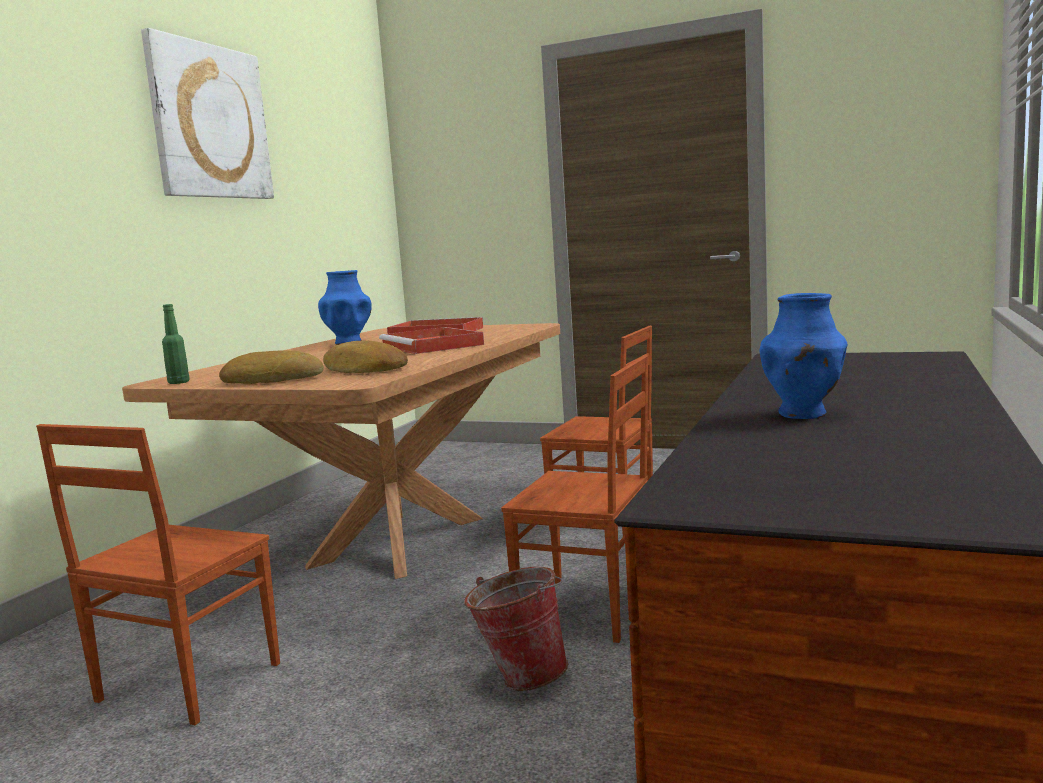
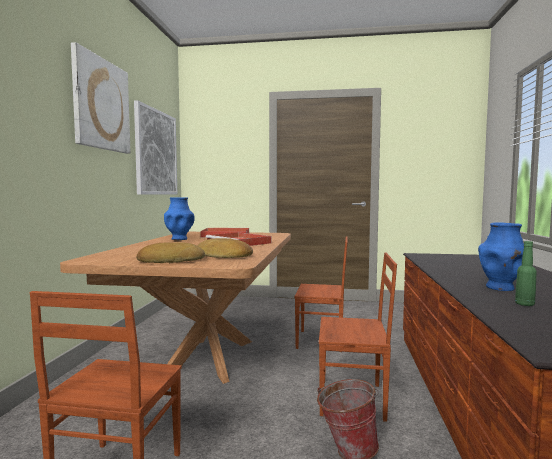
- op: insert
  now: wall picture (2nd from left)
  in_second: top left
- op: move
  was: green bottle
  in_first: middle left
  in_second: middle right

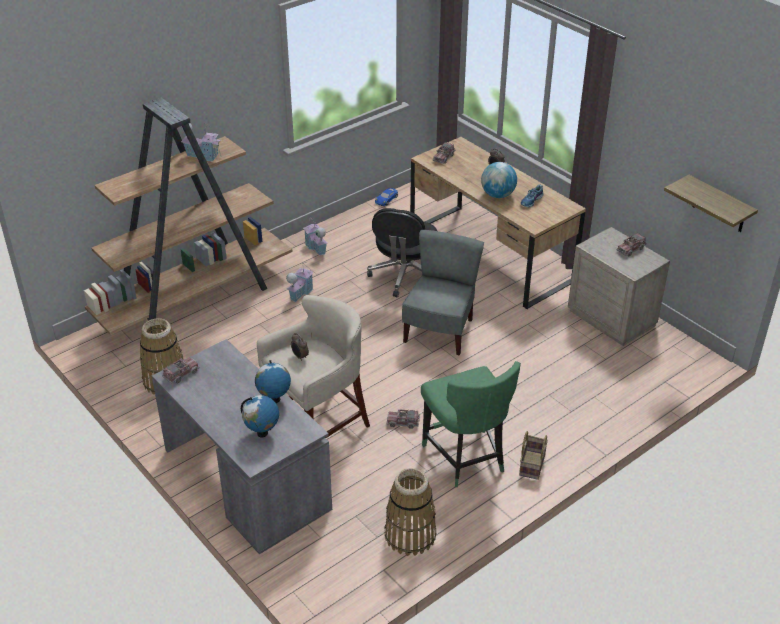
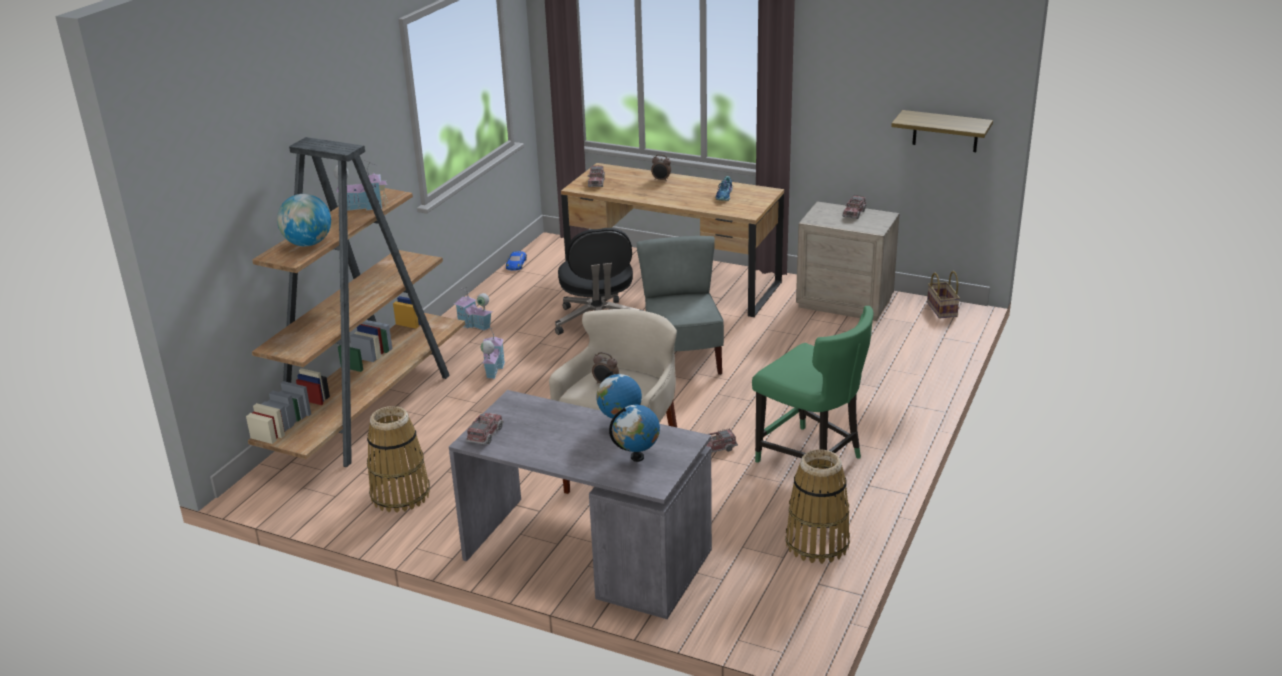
- op: move
  was: world globe (3rd from left in the first image)
  now: world globe (1st from left)
  in_first: top centre
  in_second: top left
- op: move
  was: household basket (3rd from left)
  in_first: bottom right
  in_second: middle right

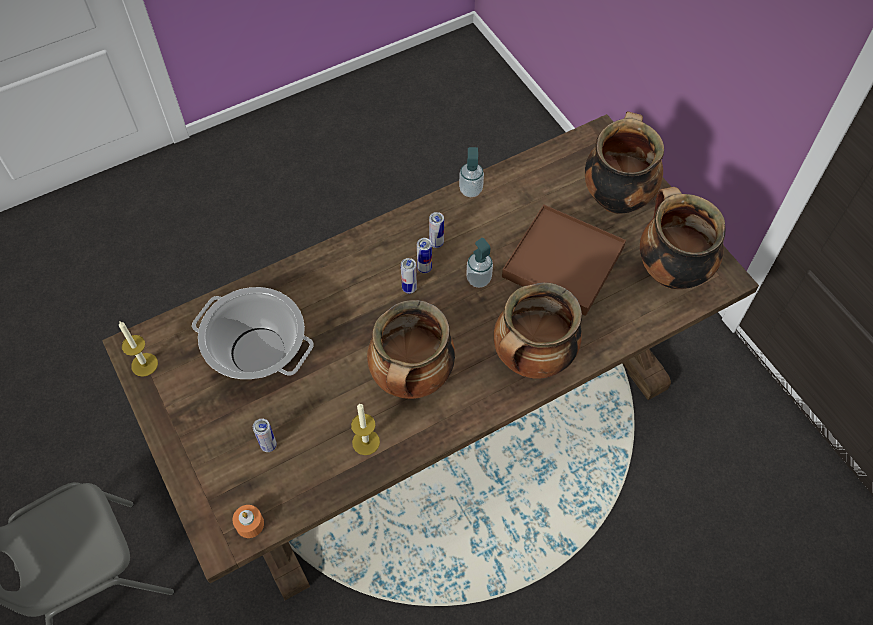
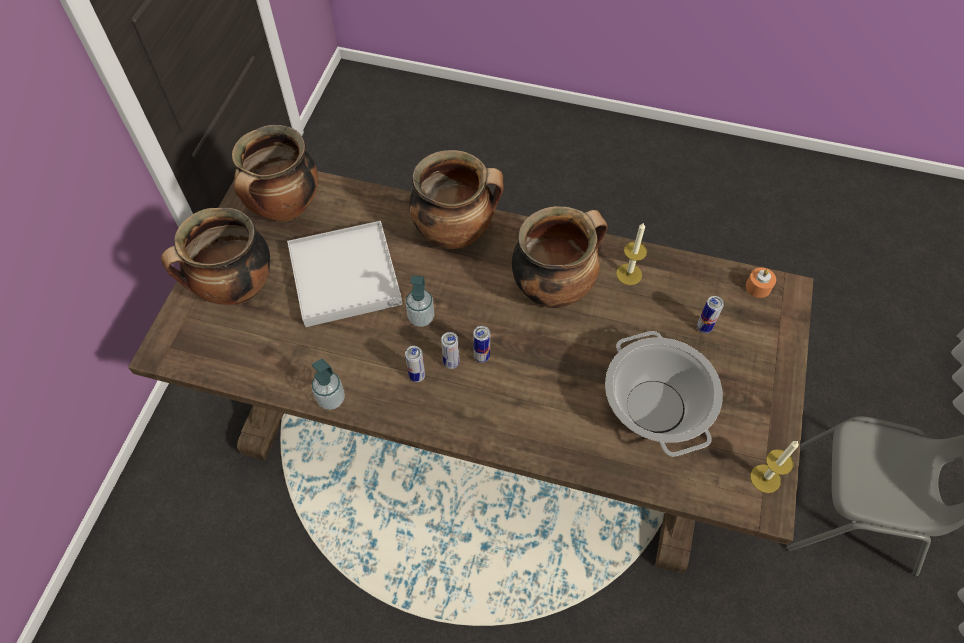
- op: recolor
  was: brown tray
  now: white tray
  in_first: centre
  in_second: centre

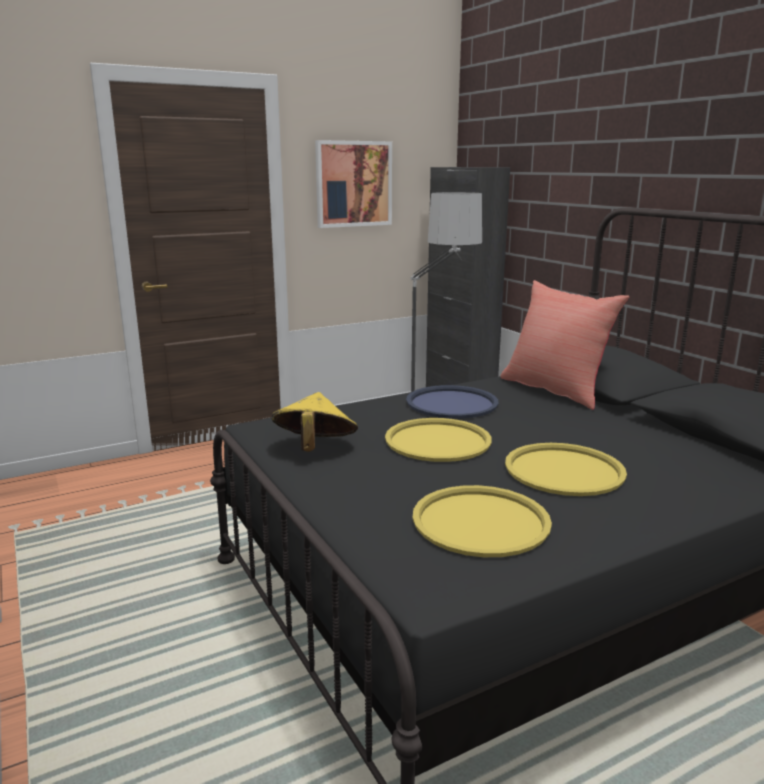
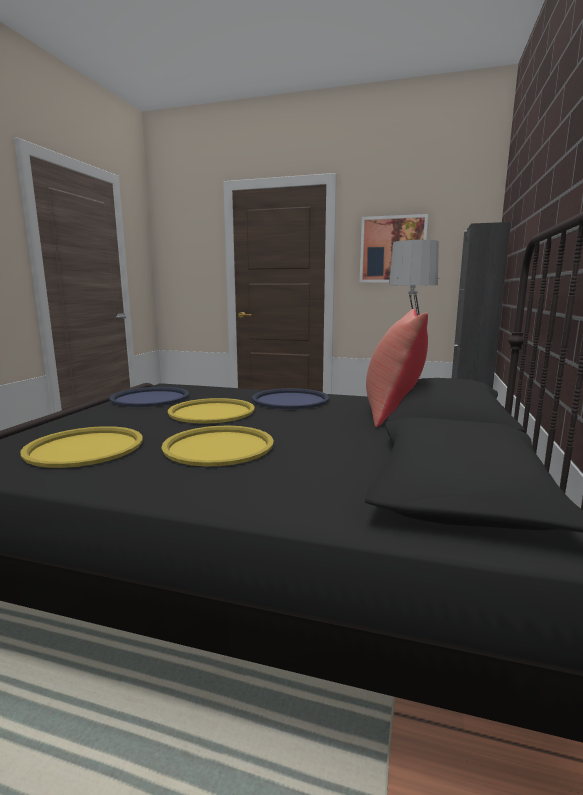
- op: replace
  was: yellow-coloured clothing hat
  now: blue tray (1st from left)
  in_first: centre
  in_second: middle left

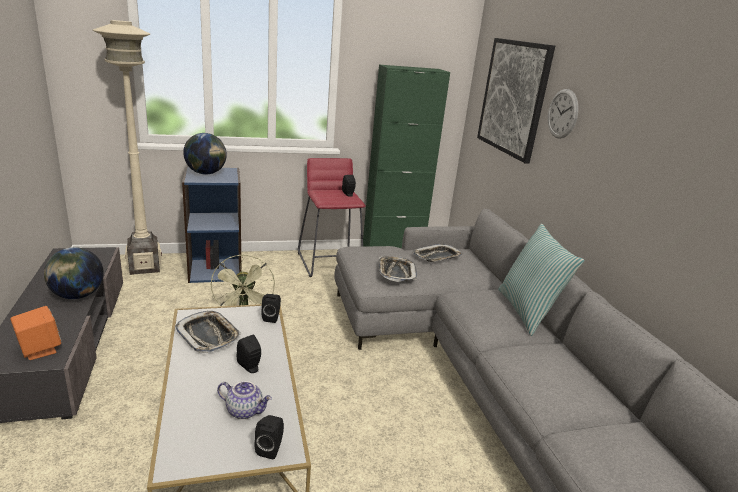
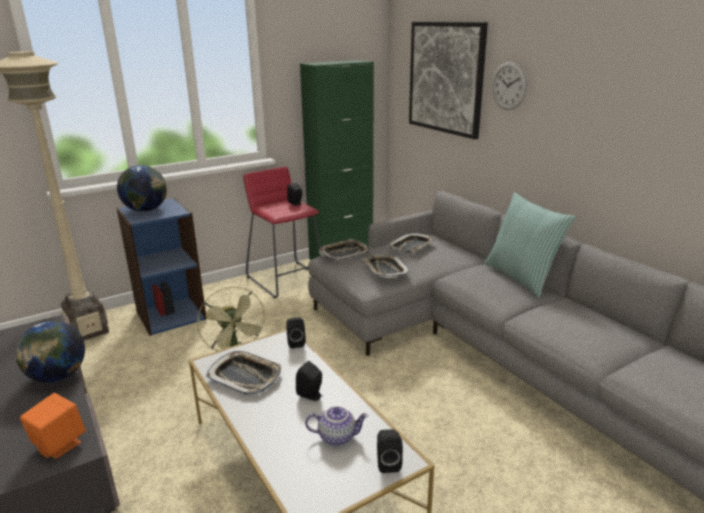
- op: insert
  now: tray (2nd from left)
  in_second: centre

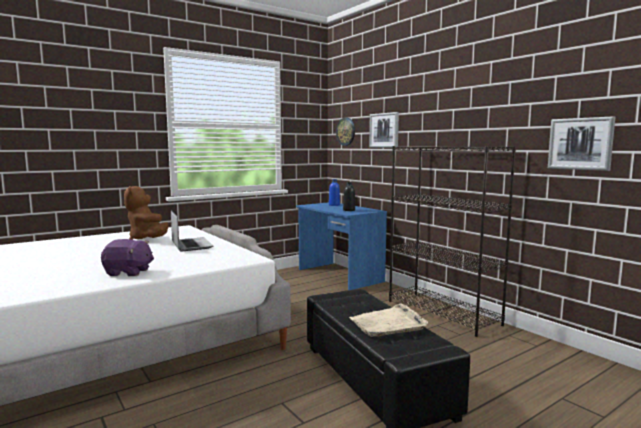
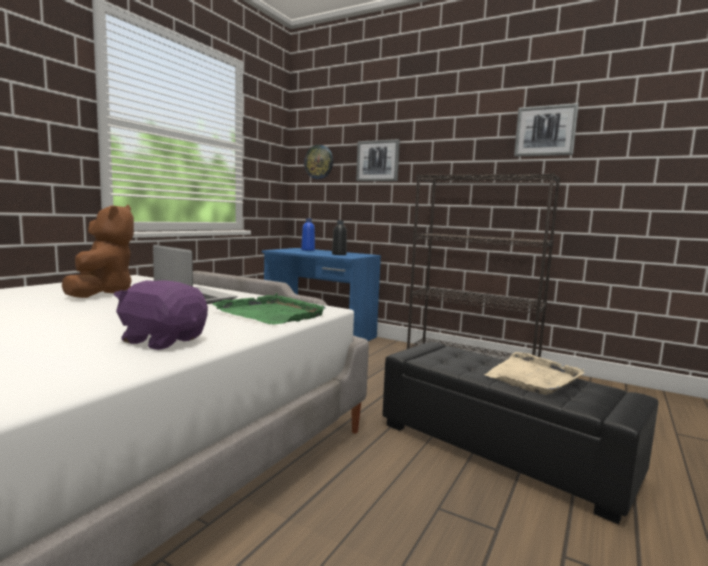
- op: insert
  now: green tray
  in_second: centre
- op: move
  was: wall picture (2nd from left)
  in_first: middle right
  in_second: top right
- op: rotate
  was: purple cuddly toy
  in_first: middle left
  in_second: middle left
  clockwise: -135
- op: rotate
  was: brown cuddly toy
  in_first: middle left
  in_second: middle left
  clockwise: -135

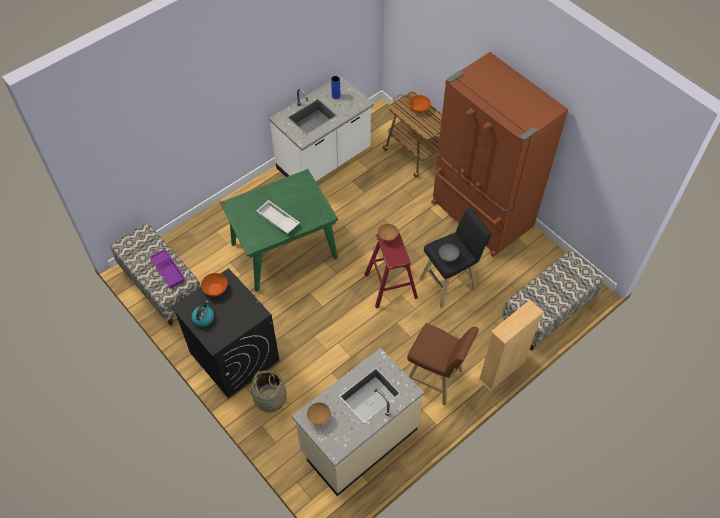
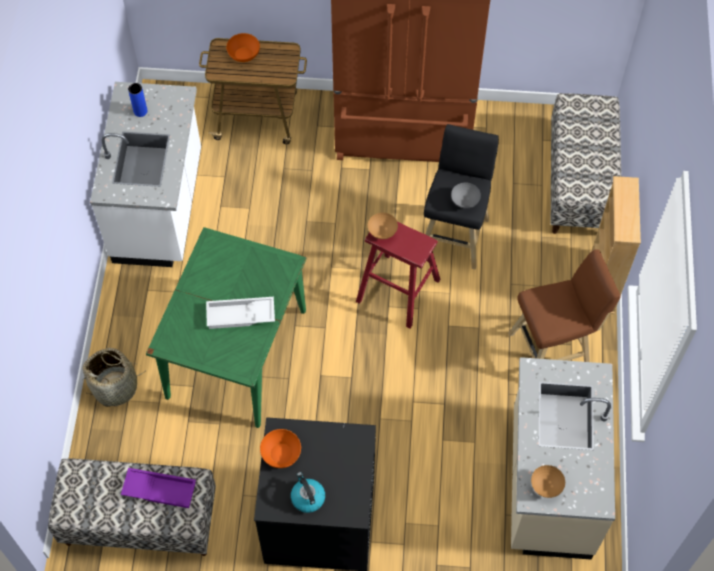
- op: move
  was: household basket
  in_first: bottom centre
  in_second: middle left

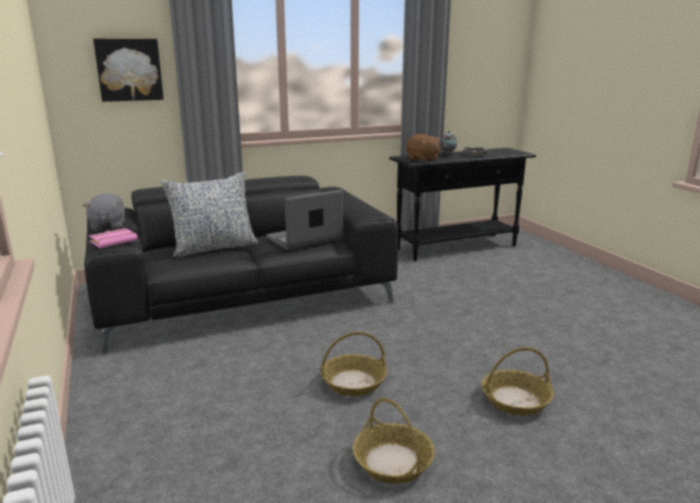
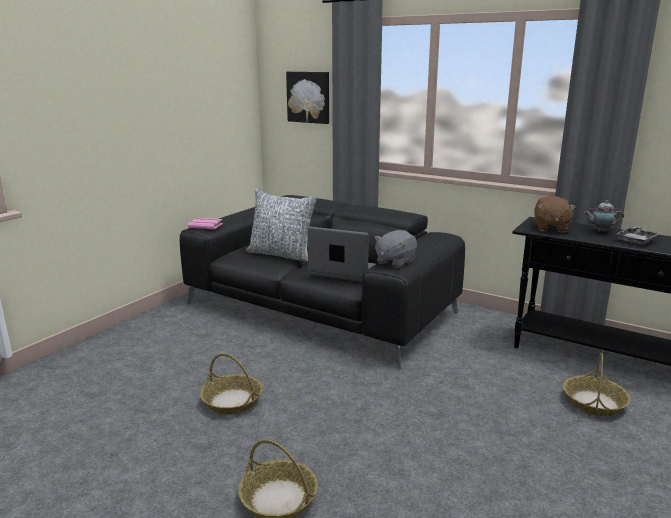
- op: move
  was: greyish cuddly toy
  in_first: middle left
  in_second: centre
- op: move
  was: household basket (2nd from left in the first image)
  now: household basket (3rd from left)
  in_first: bottom centre
  in_second: bottom right

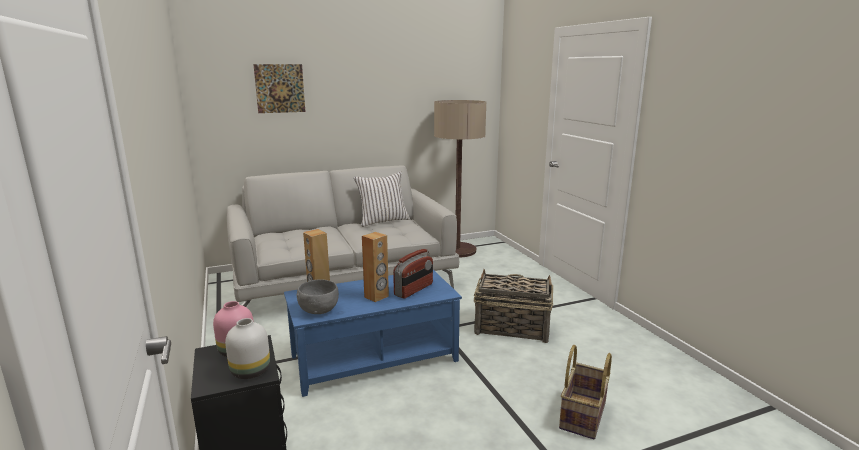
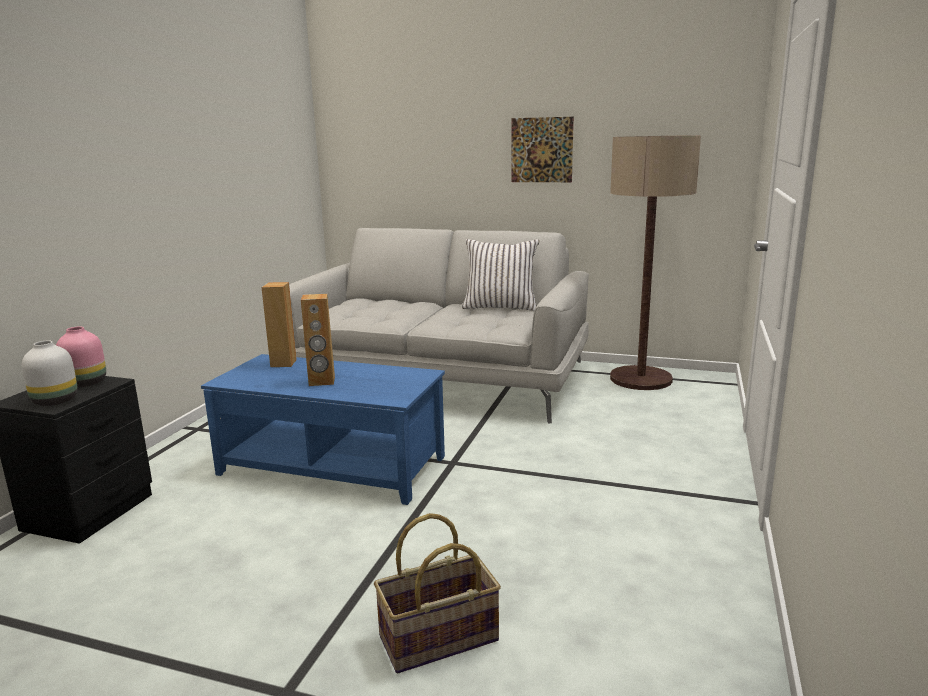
- op: delete
  was: greyish serving bowl
  in_first: centre
- op: delete
  was: radio receiver
  in_first: centre
- op: delete
  was: household basket (1st from left)
  in_first: bottom centre
- op: move
  was: wall picture
  in_first: top left
  in_second: top centre

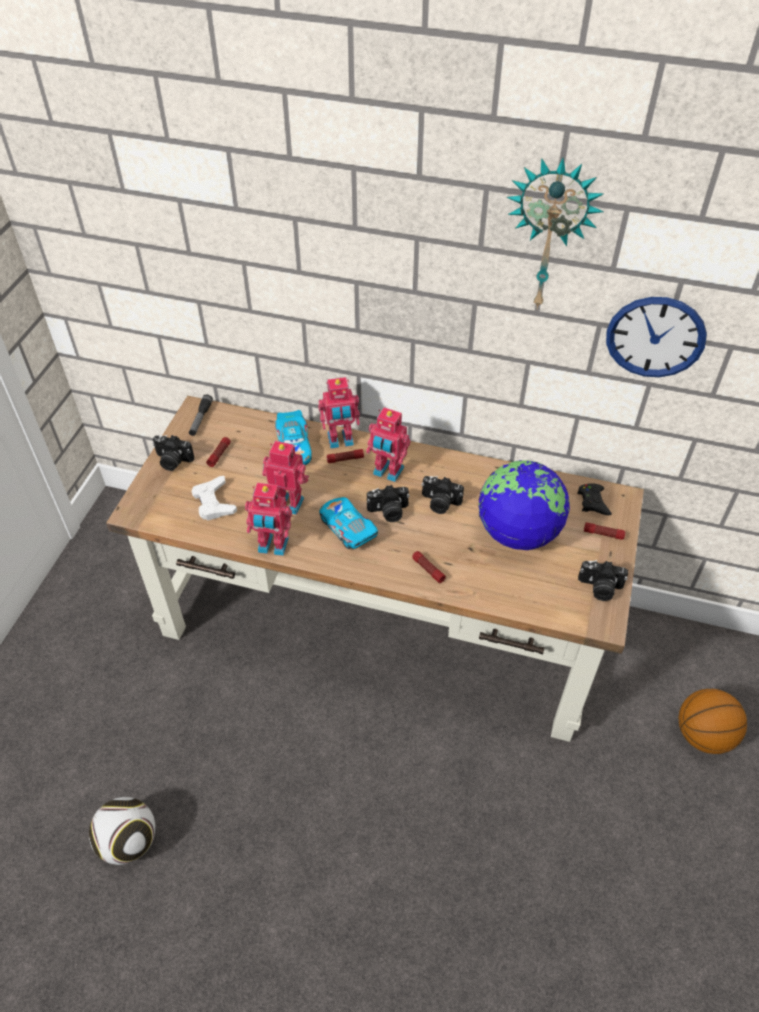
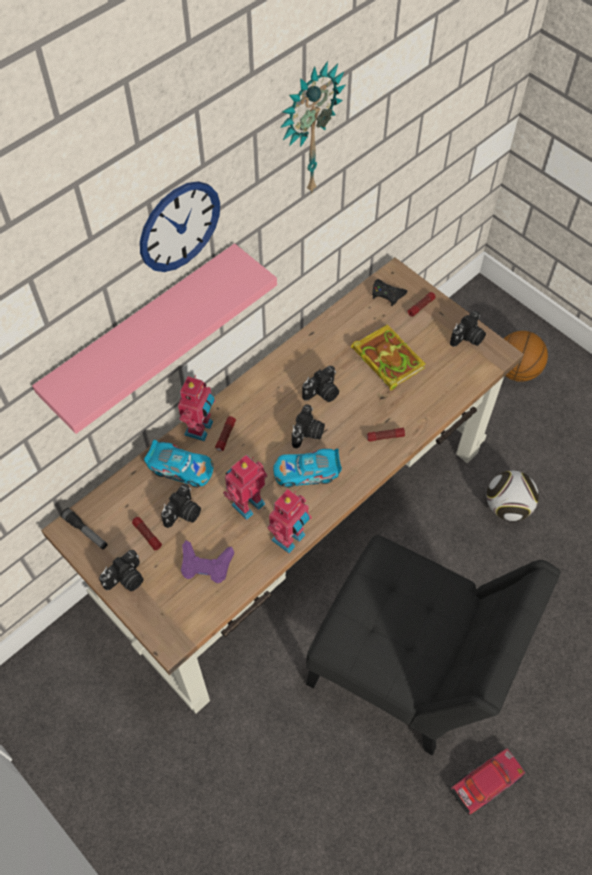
- op: delete
  was: model robot (4th from left)
  in_first: centre
- op: insert
  now: pink shelf
  in_second: middle left
- op: insert
  now: photo camera (2nd from left)
  in_second: middle left
- op: insert
  now: black-coloured upright chair
  in_second: bottom right
- op: insert
  now: toy car (3rd from left)
  in_second: bottom right
- op: move
  was: football ball
  in_first: bottom left
  in_second: middle right
- op: move
  was: clock on the wall (2nd from left in the first image)
  now: clock on the wall (1st from left)
  in_first: top right
  in_second: top left
- op: replace
  was: world globe
  now: book
  in_first: middle right
  in_second: centre
- op: recolor
  was: white gamepad
  now: purple gamepad
  in_first: middle left
  in_second: centre

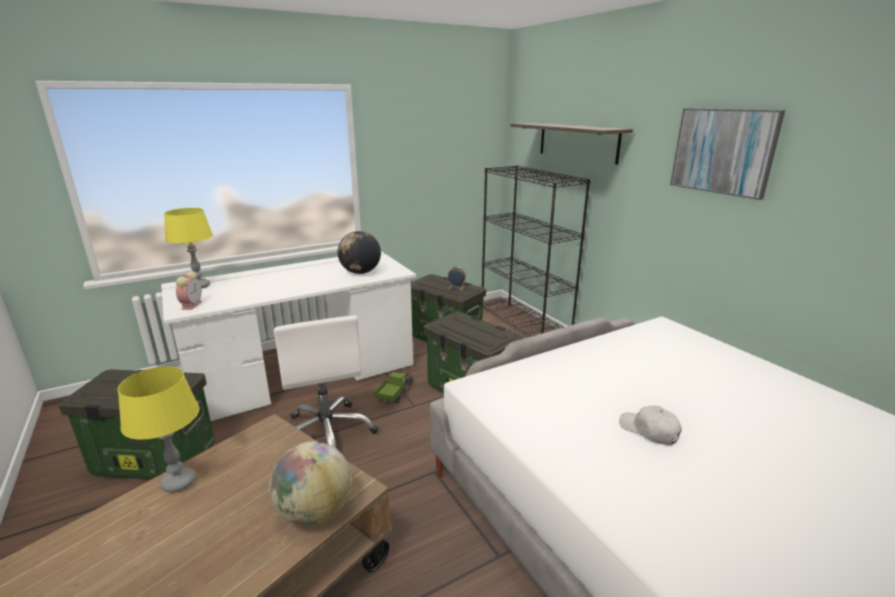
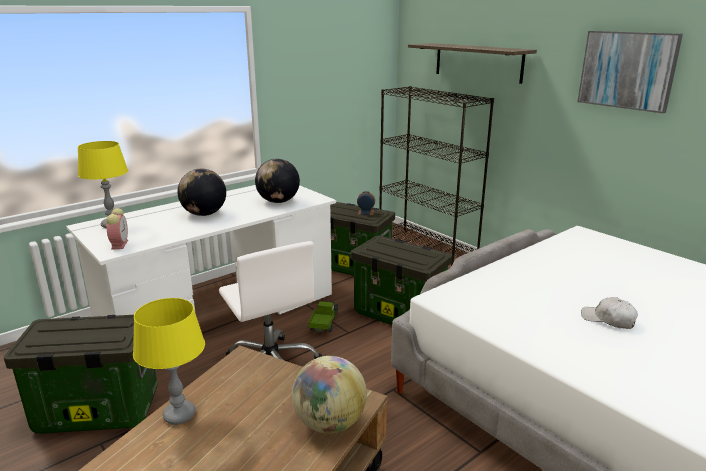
- op: insert
  now: world globe (1st from left)
  in_second: middle left

